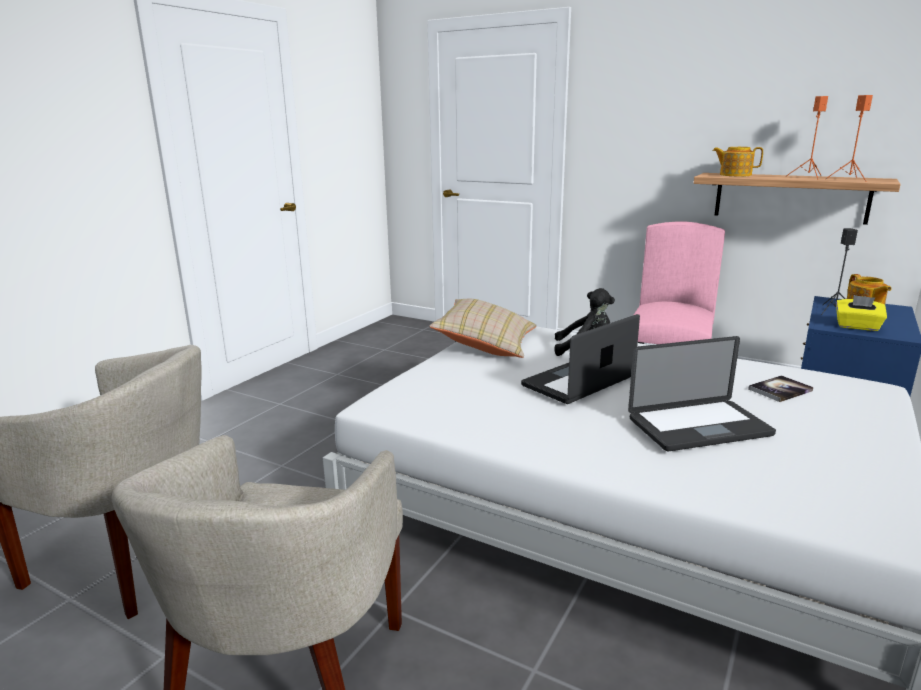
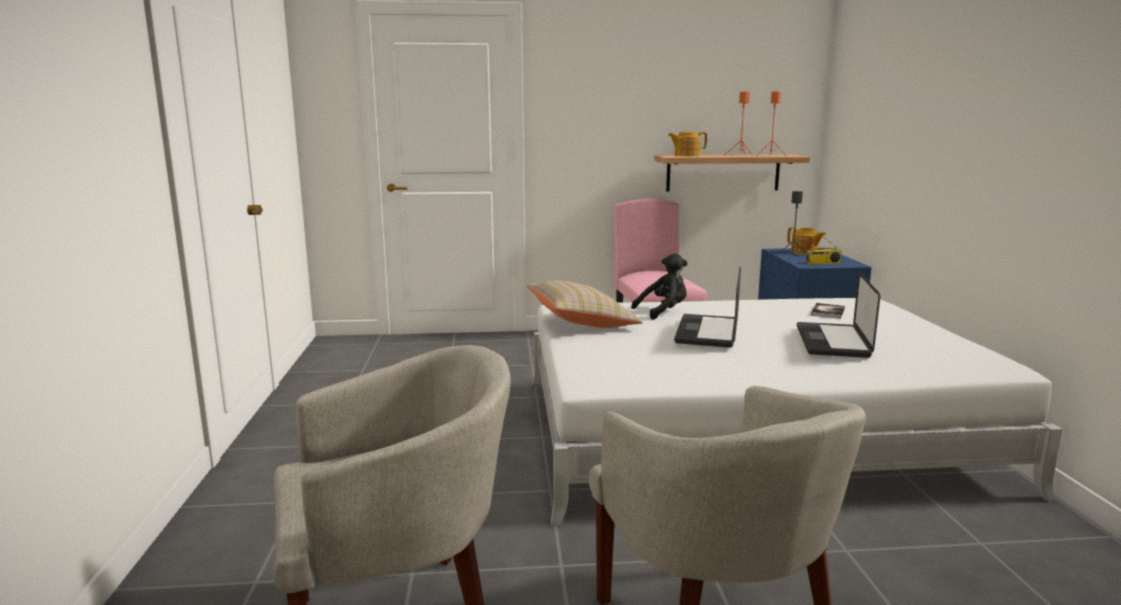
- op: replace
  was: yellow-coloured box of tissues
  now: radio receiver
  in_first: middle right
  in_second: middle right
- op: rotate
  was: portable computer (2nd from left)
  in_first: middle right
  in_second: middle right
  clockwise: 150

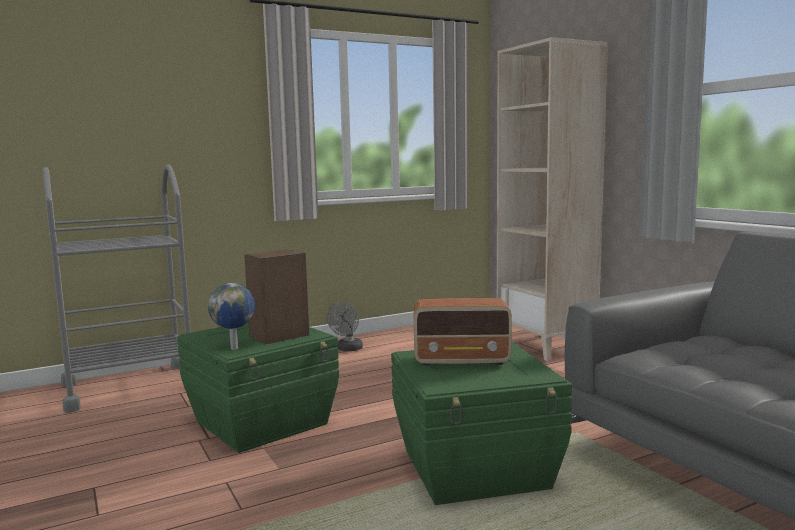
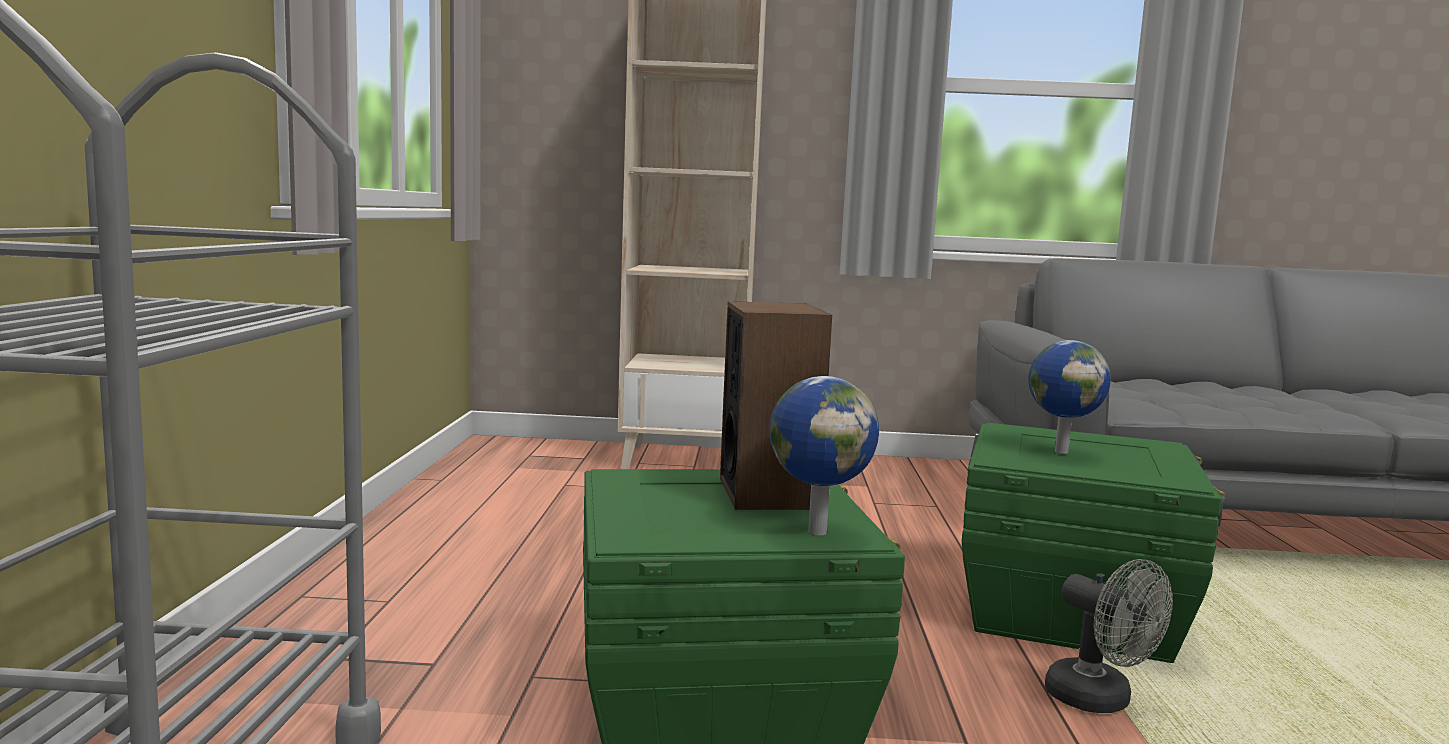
- op: move
  was: greyish electric fan
  in_first: centre
  in_second: bottom right
- op: replace
  was: radio receiver
  now: world globe (2nd from left)
  in_first: centre
  in_second: middle right

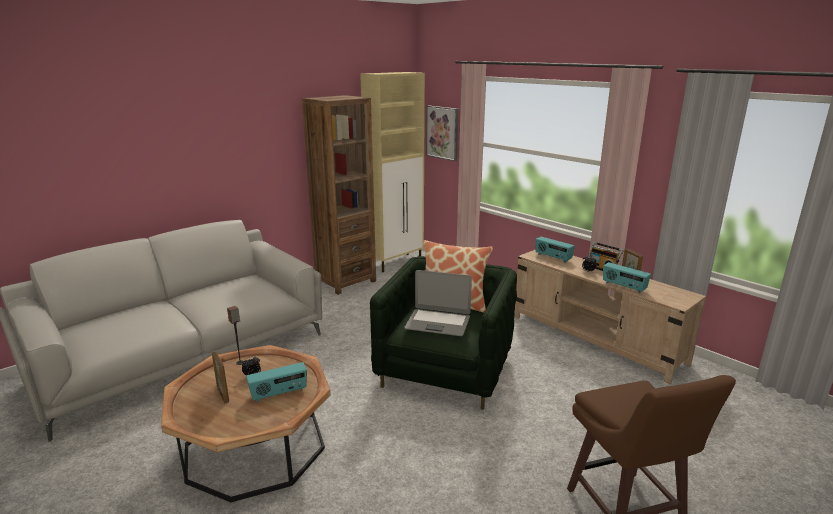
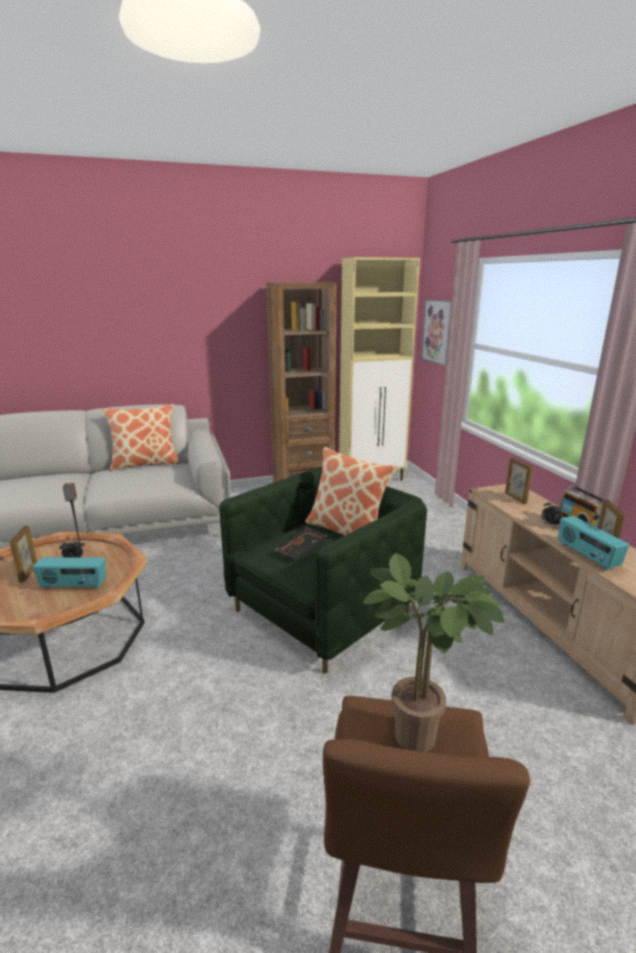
- op: insert
  now: cushion (1st from left)
  in_second: middle left
- op: insert
  now: houseplant
  in_second: bottom right
- op: replace
  was: portable computer
  now: black-coloured tray
  in_first: centre
  in_second: centre
- op: replace
  was: radio receiver (2nd from left)
  now: standing frame (2nd from left)
  in_first: centre
  in_second: middle right

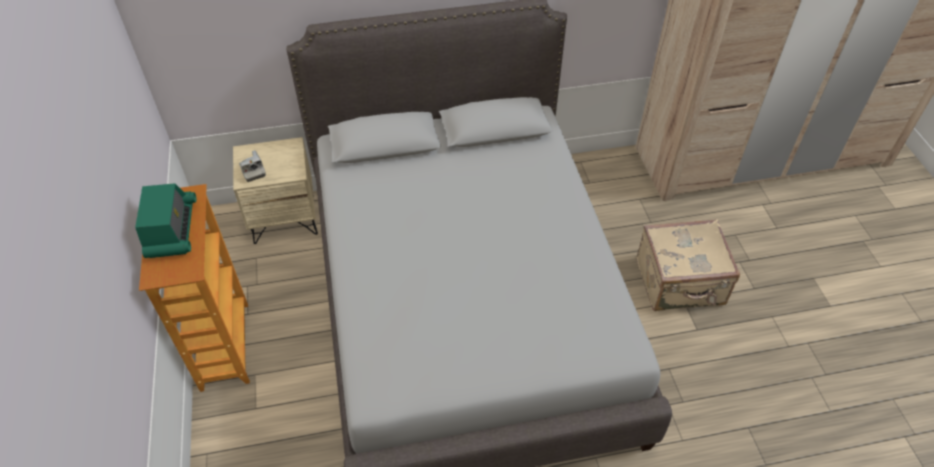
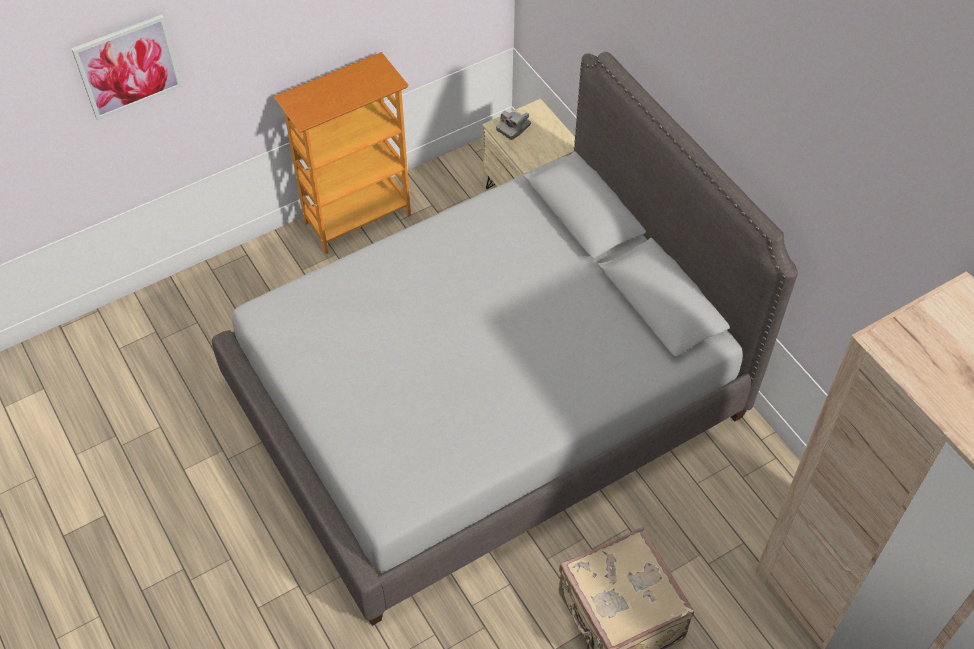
- op: delete
  was: radio receiver
  in_first: middle left
- op: insert
  now: wall picture
  in_second: top left

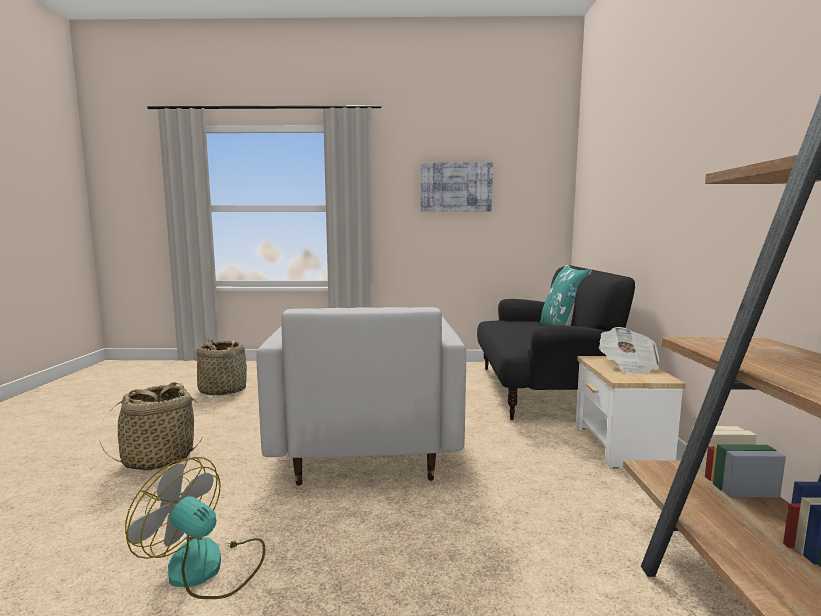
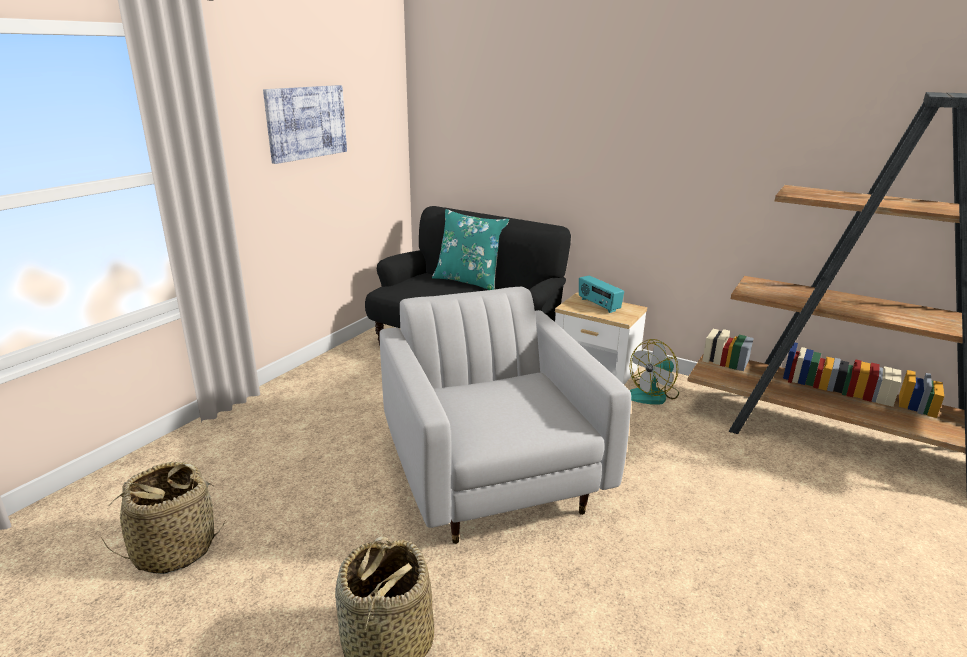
- op: move
  was: electric fan
  in_first: bottom left
  in_second: middle right
- op: replace
  was: printed paper
  now: radio receiver
  in_first: middle right
  in_second: centre
- op: rotate
  was: white easy chair
  in_first: centre
  in_second: centre
  clockwise: -135

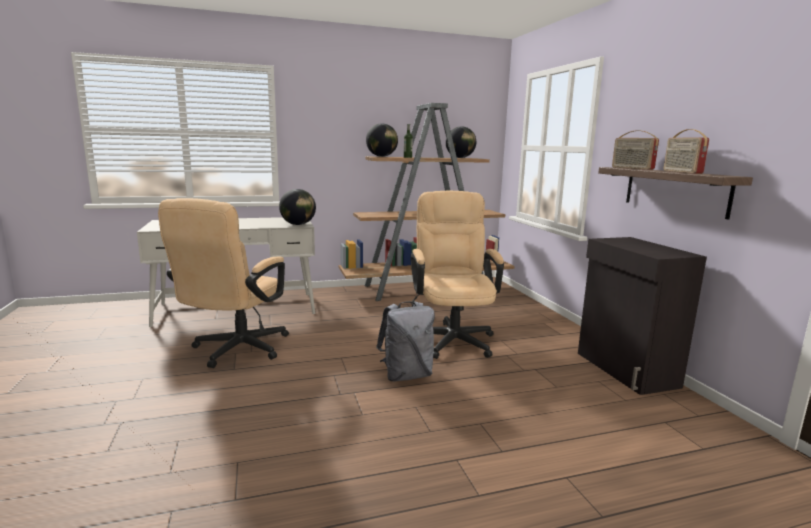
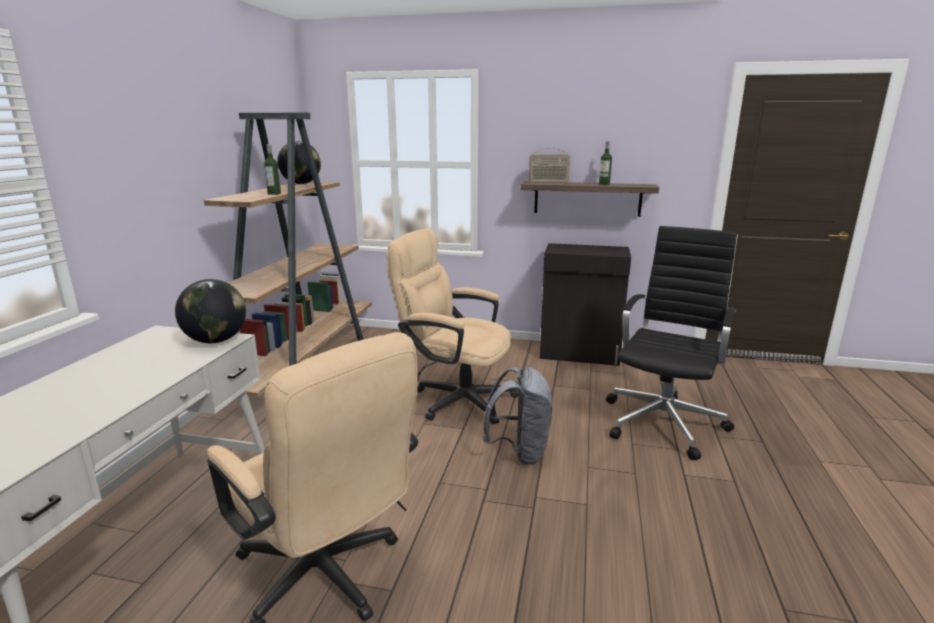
- op: delete
  was: world globe (2nd from left)
  in_first: top centre
- op: insert
  now: black-coloured computer chair
  in_second: middle right
- op: replace
  was: radio receiver (2nd from left)
  now: bottle (2nd from left)
  in_first: top right
  in_second: top centre

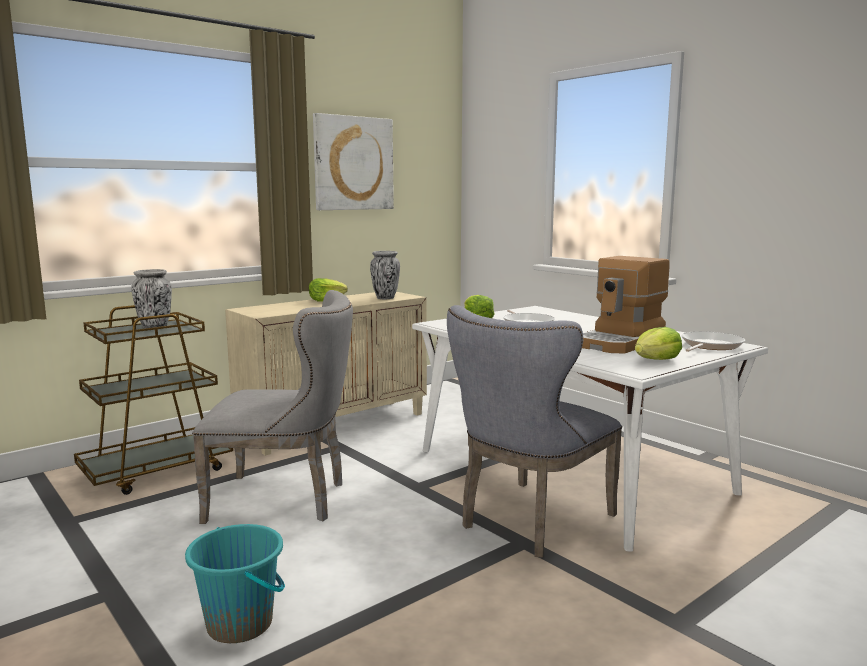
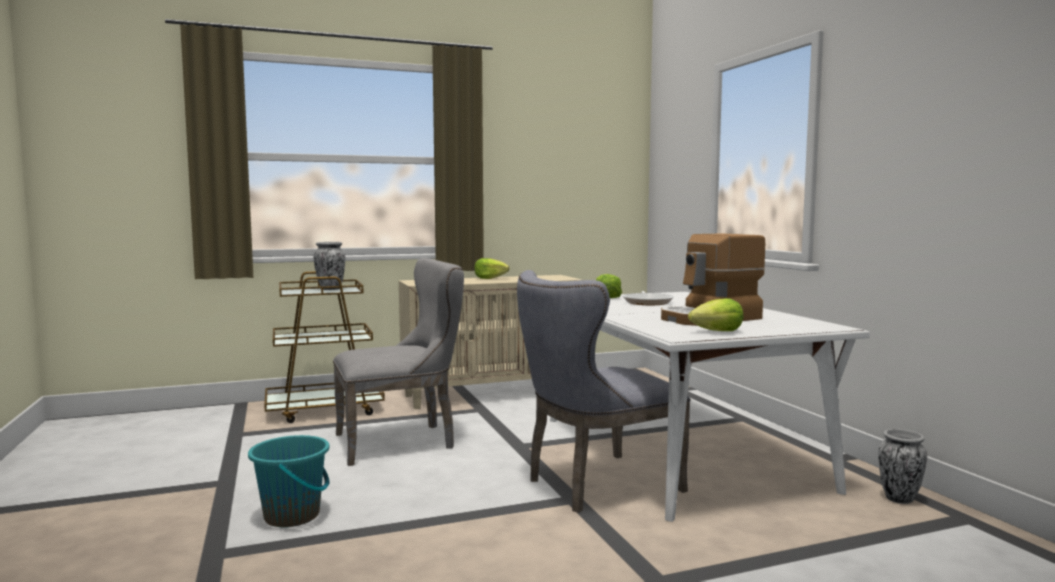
- op: delete
  was: wall picture
  in_first: top centre
- op: delete
  was: skillet (2nd from left)
  in_first: middle right
- op: move
  was: flower vase (2nd from left)
  in_first: centre
  in_second: bottom right
- op: rotate
  was: greyish upright chair (1st from left)
  in_first: middle left
  in_second: centre
  clockwise: -45

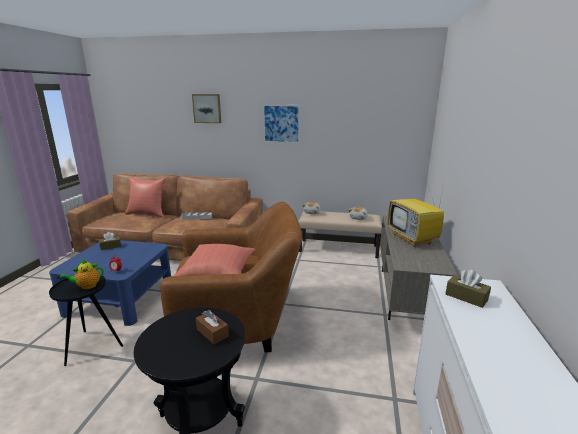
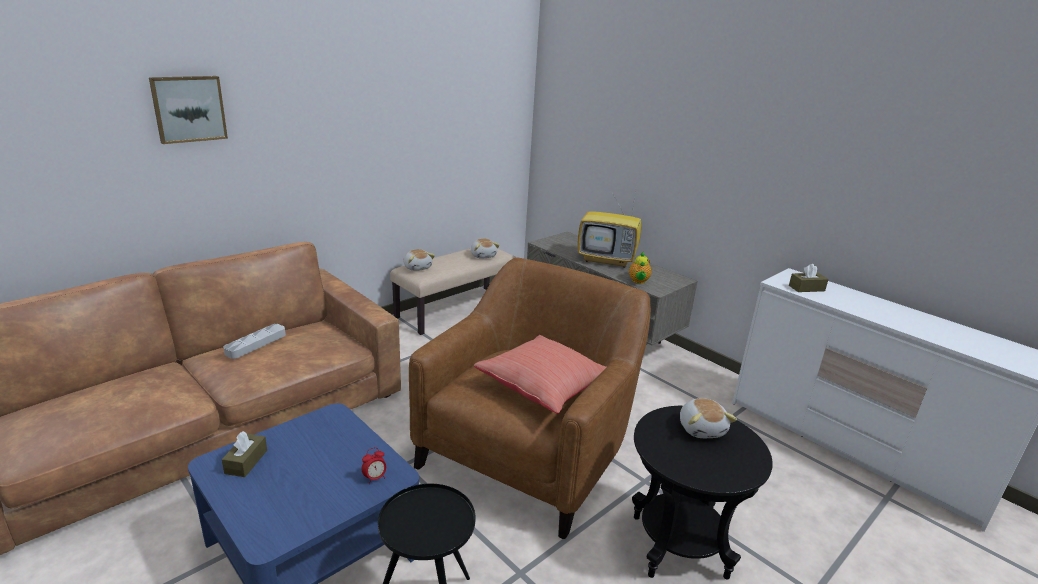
- op: delete
  was: red cushion (1st from left)
  in_first: middle left
- op: delete
  was: wall picture (2nd from left)
  in_first: top centre
- op: move
  was: tea pot
  in_first: middle left
  in_second: centre
- op: replace
  was: brown box of tissues (2nd from left)
  now: cuddly toy (3rd from left)
  in_first: bottom centre
  in_second: bottom right

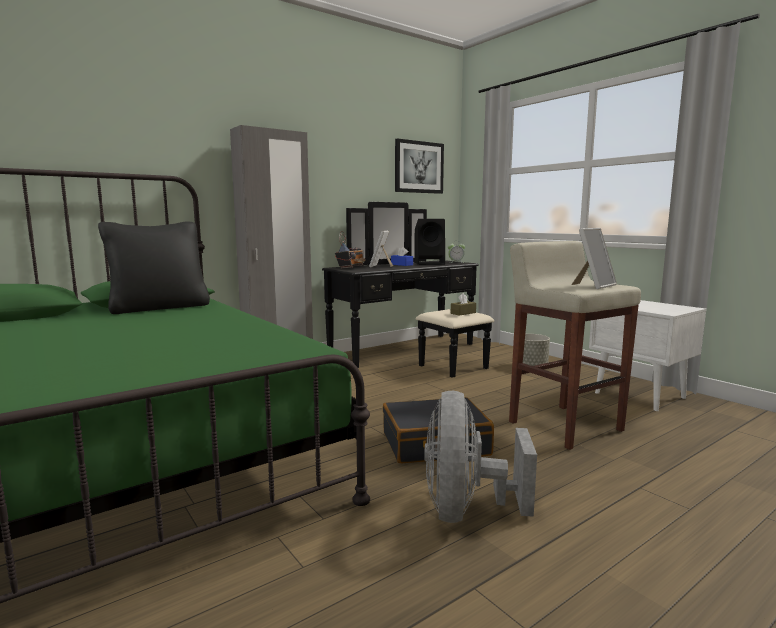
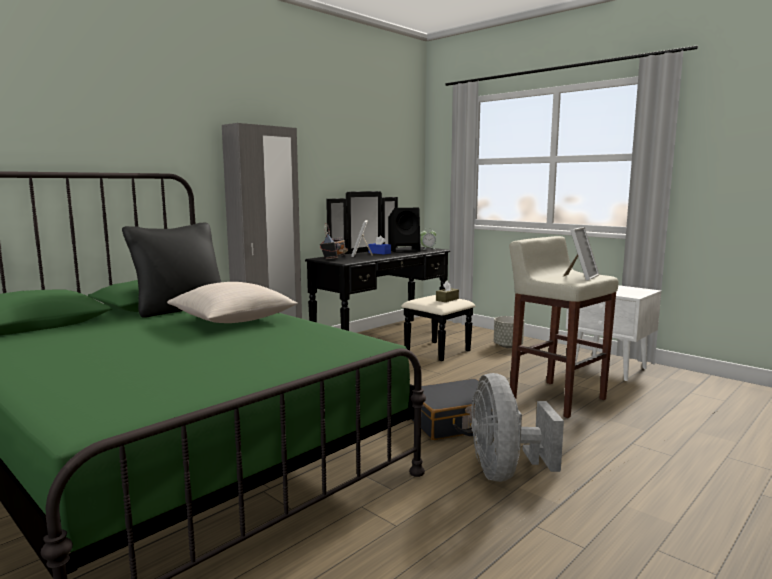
- op: delete
  was: wall picture
  in_first: top centre
- op: insert
  now: beige cushion
  in_second: middle left

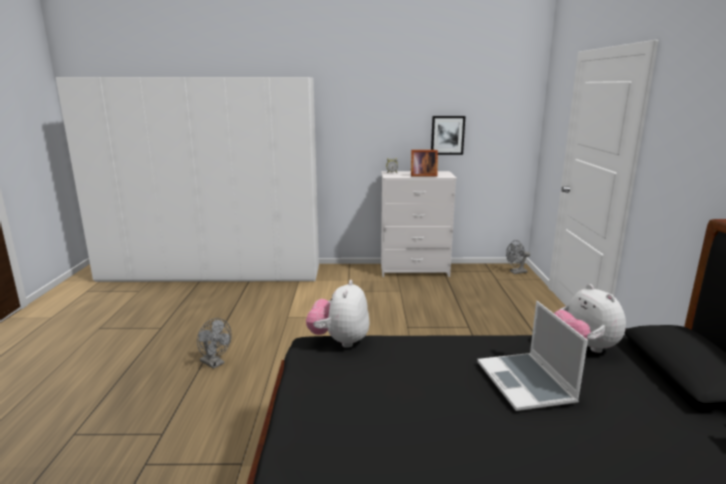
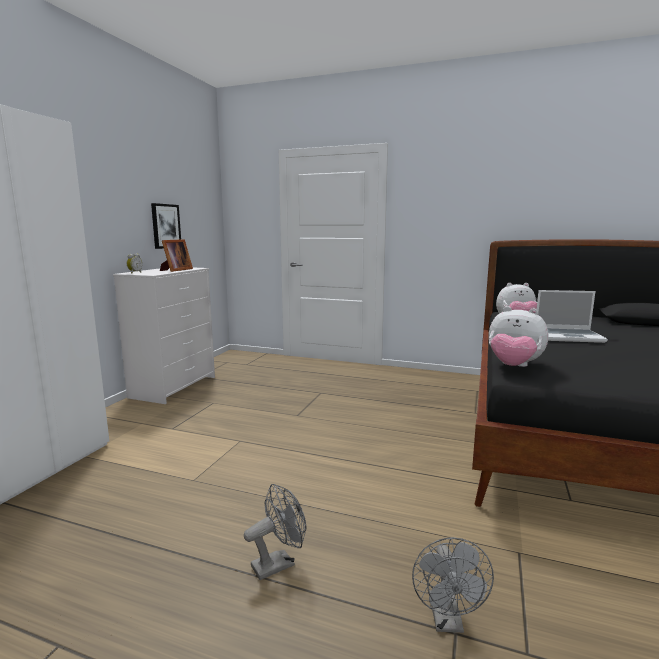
- op: move
  was: greyish electric fan (2nd from left)
  in_first: middle right
  in_second: bottom right

